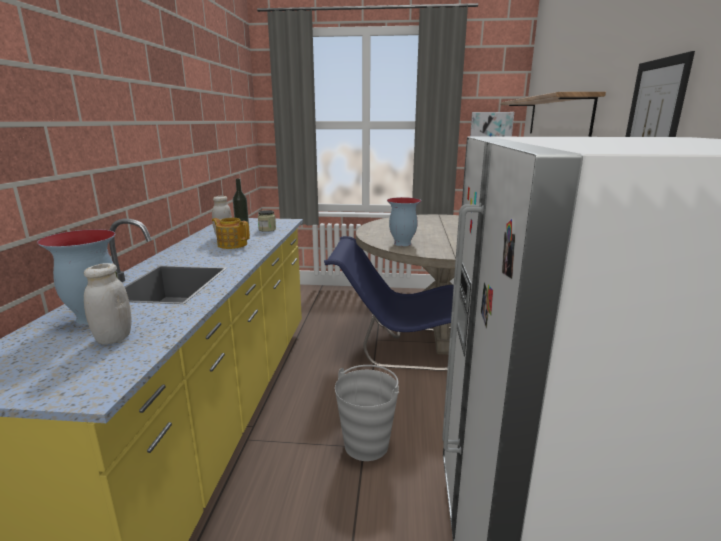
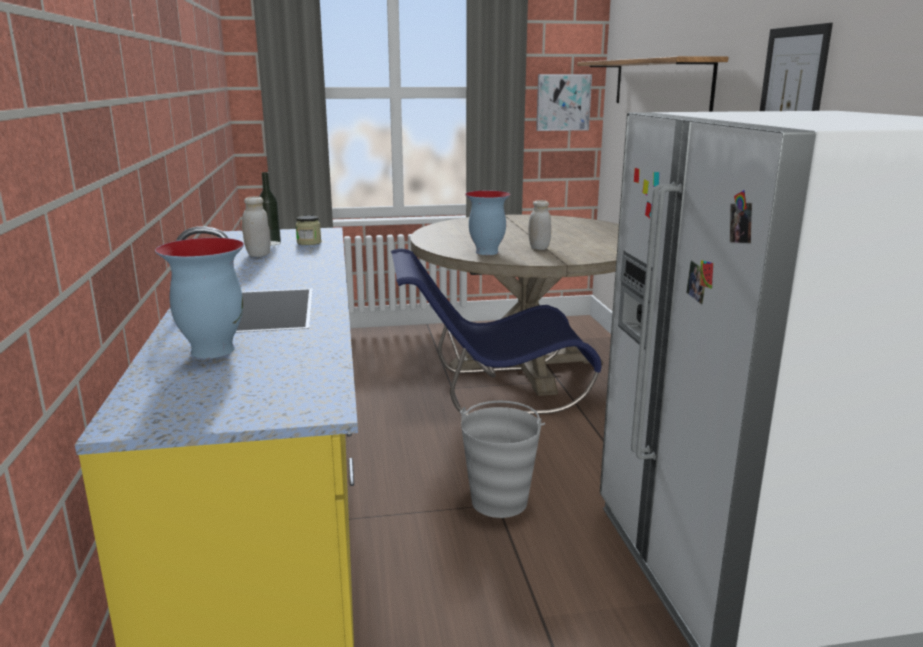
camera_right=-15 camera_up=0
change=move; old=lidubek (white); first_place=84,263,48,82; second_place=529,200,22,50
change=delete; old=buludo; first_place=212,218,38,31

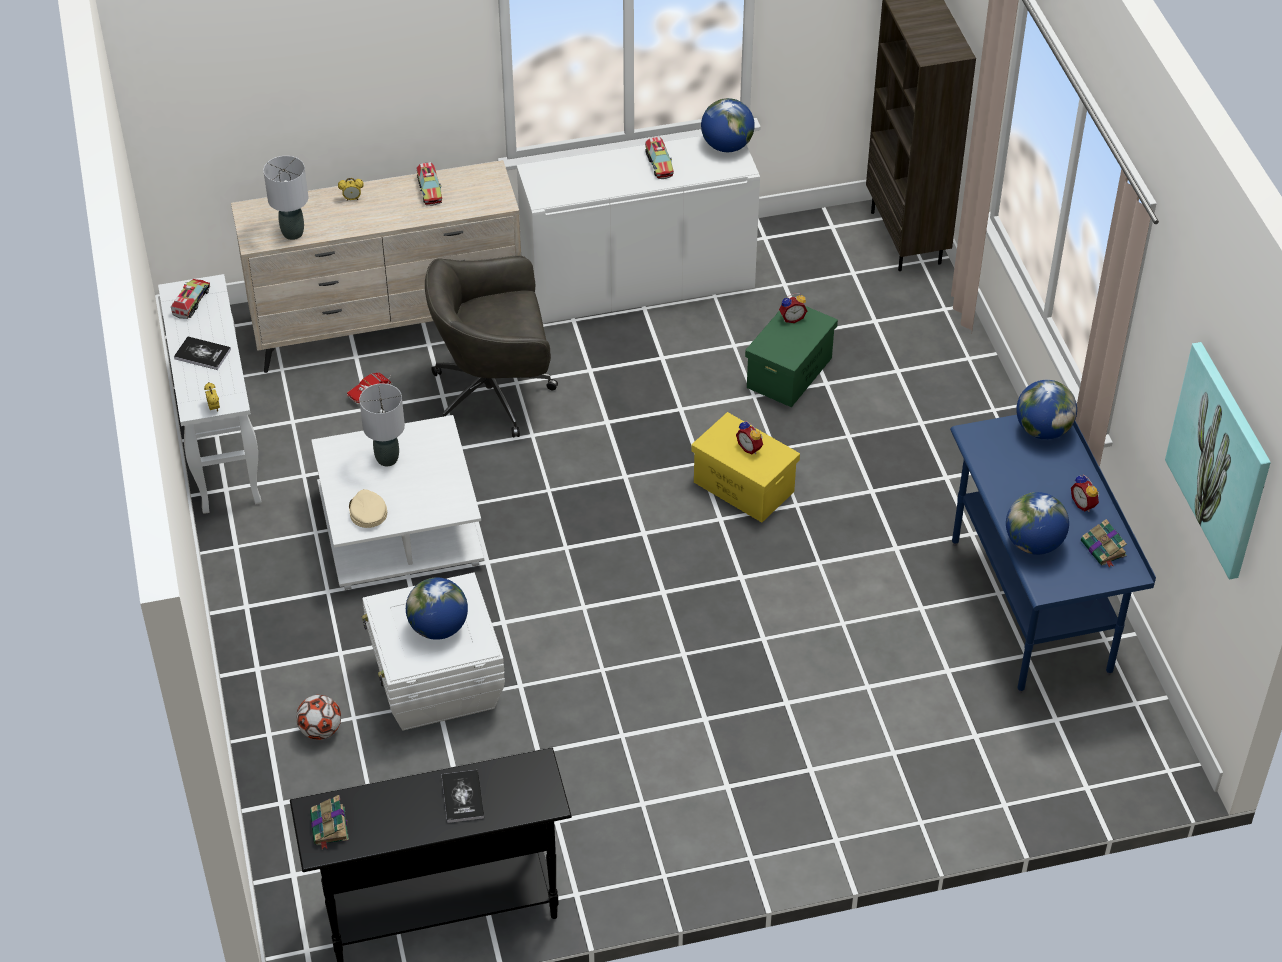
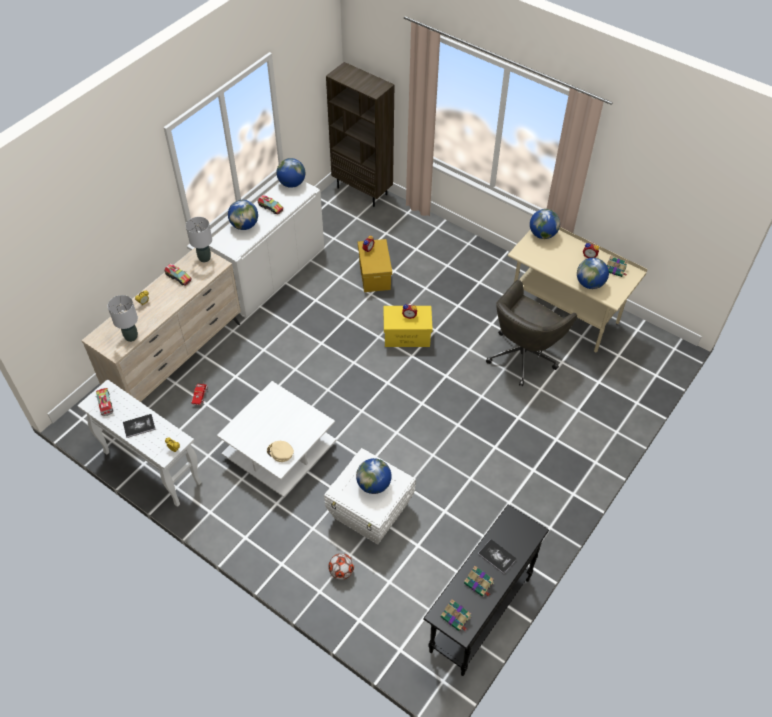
camera_right=-40 camera_up=5
change=move; old=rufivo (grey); first_place=359,383,46,83; second_place=186,217,26,45
change=insert; new=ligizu; second_place=228,200,30,30
change=recolor; old=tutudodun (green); new=tutudodun (yellow); first_place=745,306,93,101; second_place=358,239,34,53
change=insert; new=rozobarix; second_place=464,566,30,31
change=move; old=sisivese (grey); first_place=425,255,133,182; second_place=486,280,91,106
change=recolor; old=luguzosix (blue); new=luguzosix (beige); first_place=950,415,206,278; second_place=508,227,140,127
change=delete; old=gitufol; first_place=1165,342,106,238

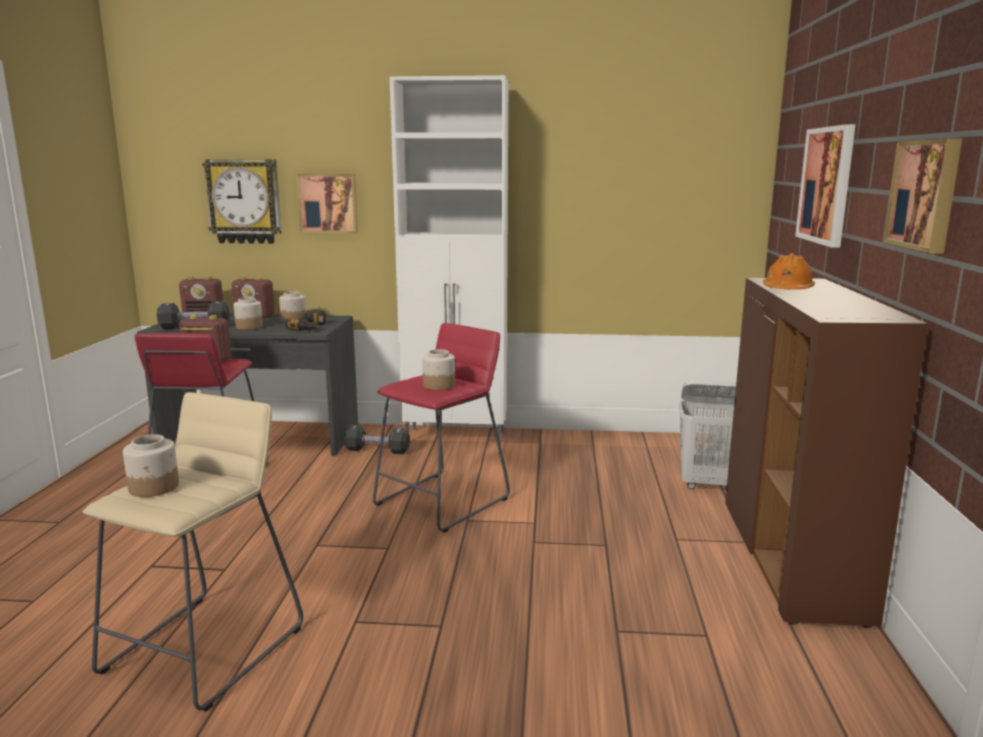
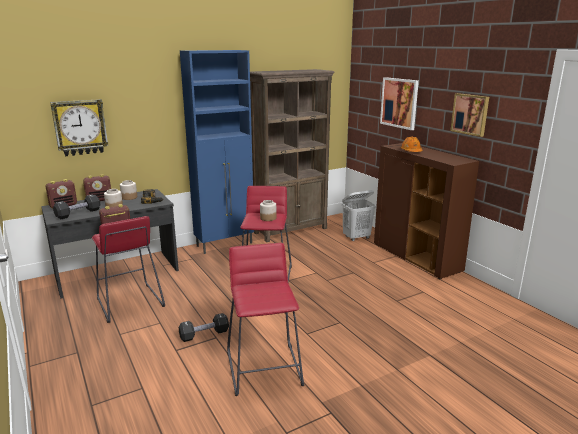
camera_right=-35 camera_up=5
change=move; old=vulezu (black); first_place=344,425,66,29; second_place=179,313,50,29
change=recolor; old=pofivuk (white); new=pofivuk (blue); first_place=389,75,119,370; second_place=180,50,74,204
change=recolor; old=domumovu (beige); new=domumovu (red); first_place=83,392,220,320; second_place=227,243,77,153
change=insert; new=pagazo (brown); second_place=250,69,85,173
change=delete; old=lidubek; first_place=123,434,56,63
change=delete; old=gitufol; first_place=296,174,62,60

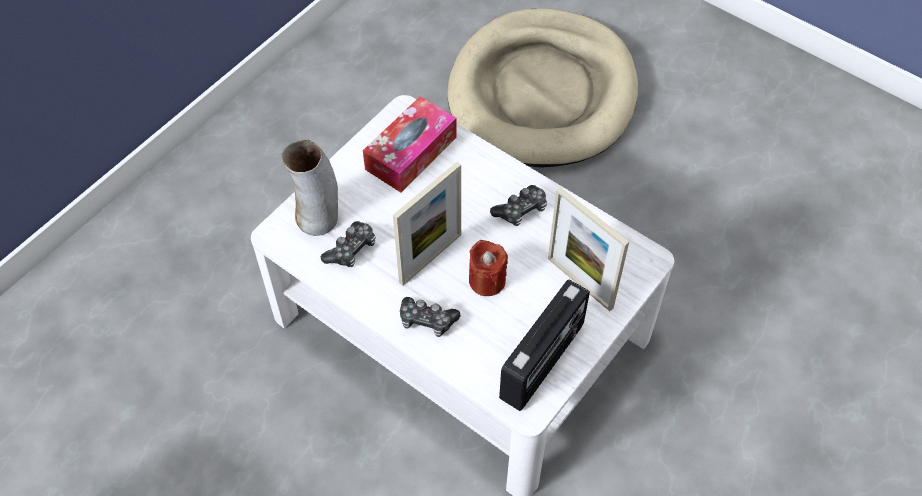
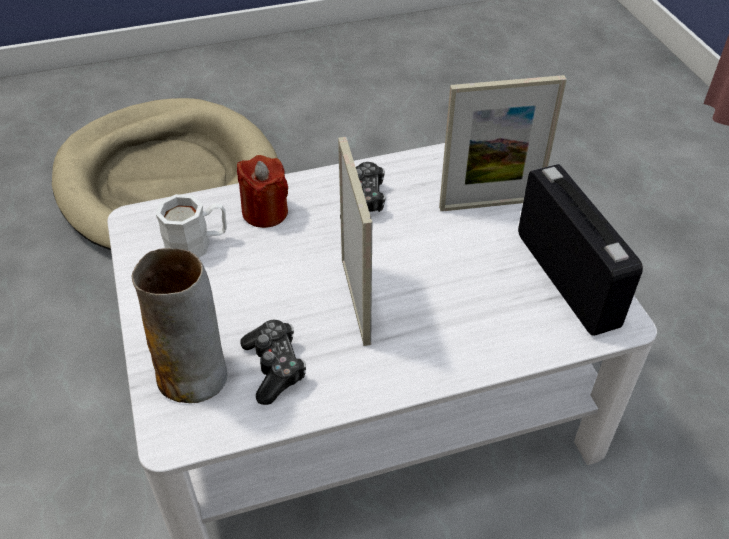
camera_right=-55 camera_up=-10
change=replace; old=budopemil; new=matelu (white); first_place=363,96,94,96; second_place=156,194,71,64
change=move; old=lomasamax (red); first_place=469,240,39,56; second_place=237,155,51,73
change=delete; old=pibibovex; first_place=400,297,60,40

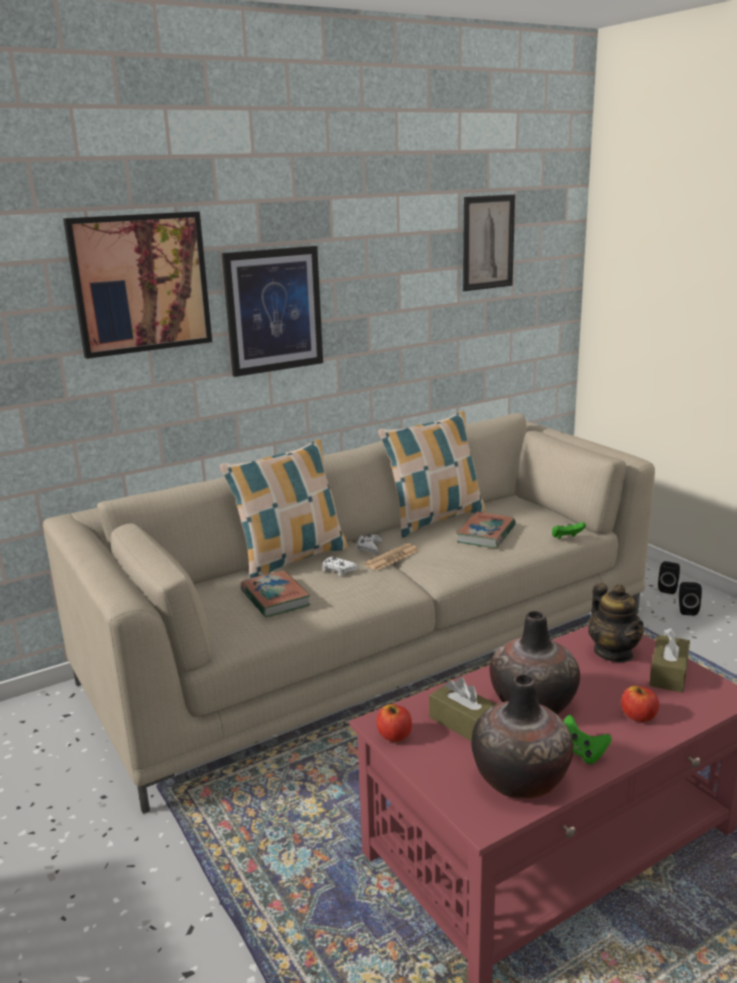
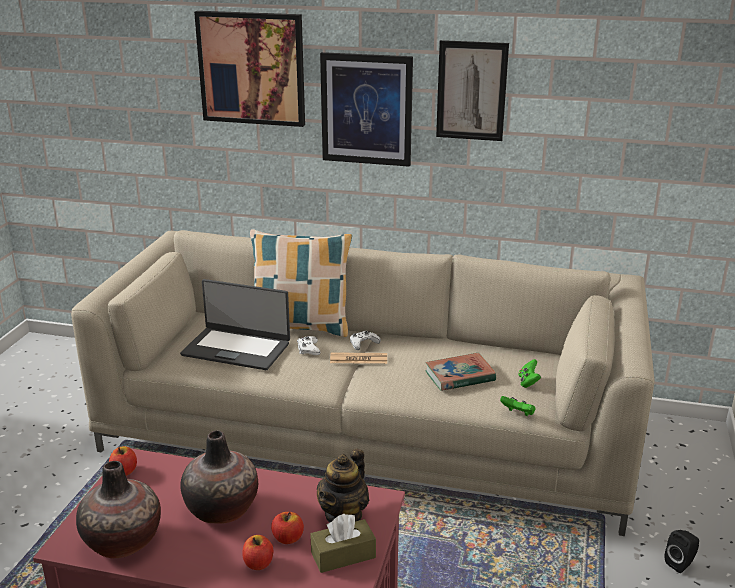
camera_right=45 camera_up=5
change=replace; old=rozobarix; new=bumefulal; first_place=240,570,71,47; second_place=180,279,110,91
change=insert; new=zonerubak; second_place=271,512,33,32
change=move; old=gitufol; first_place=463,195,52,96; second_place=436,40,73,101
change=move; old=pibibovex (green); first_place=564,715,48,49; second_place=519,359,22,29
change=delete; old=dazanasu; first_place=378,411,107,127
change=delete; old=budopemil (brown); first_place=429,677,67,64
change=delete; old=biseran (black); first_place=658,561,22,33

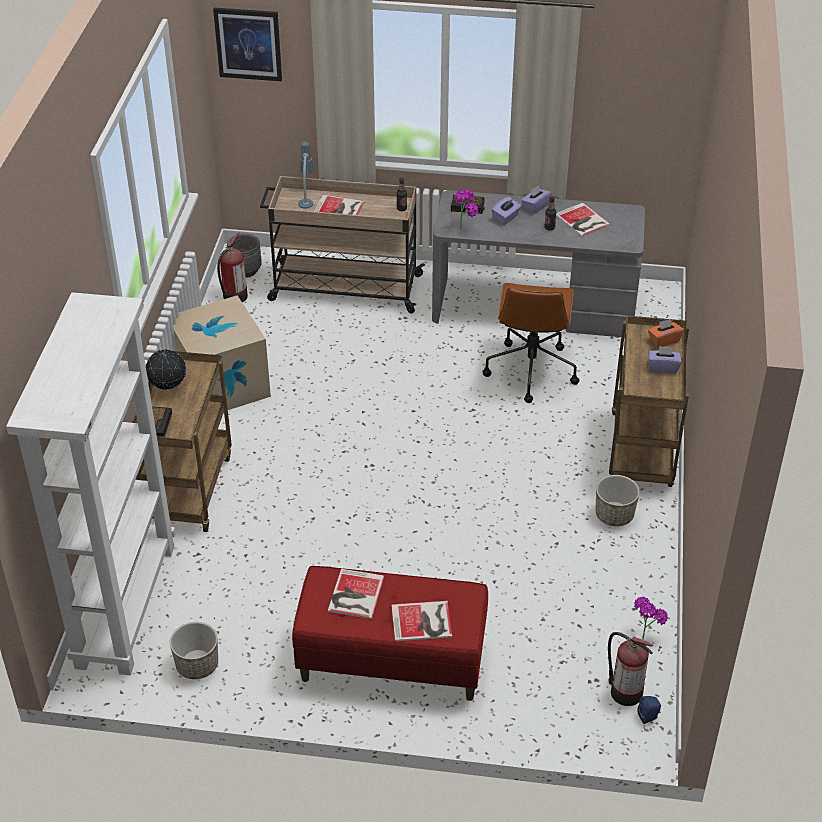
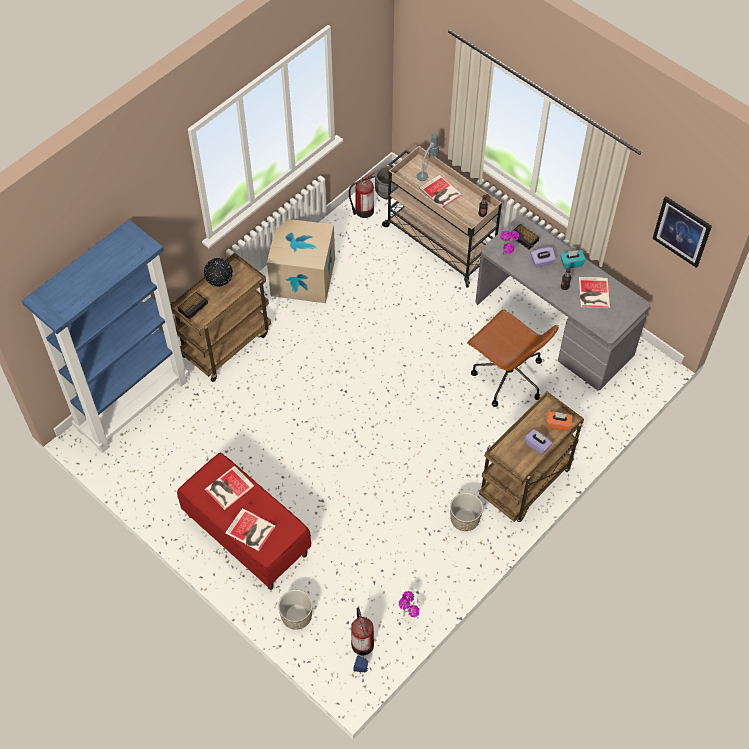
camera_right=35 camera_up=15
change=recolor; old=pagazo (white); new=pagazo (blue); first_place=6,292,169,383; second_place=22,220,167,233
change=move; old=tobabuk; first_place=170,622,48,57; second_place=278,590,35,40
change=rotate; old=sisivese (brown); first_place=483,283,96,120; second_place=467,309,92,98; degrees=-90
change=recolor; old=budopemil (purple); new=budopemil (turquoise); first_place=521,186,31,28; second_place=560,250,26,19
change=move; old=gitufol; first_place=213,8,69,73; second_place=652,196,60,72

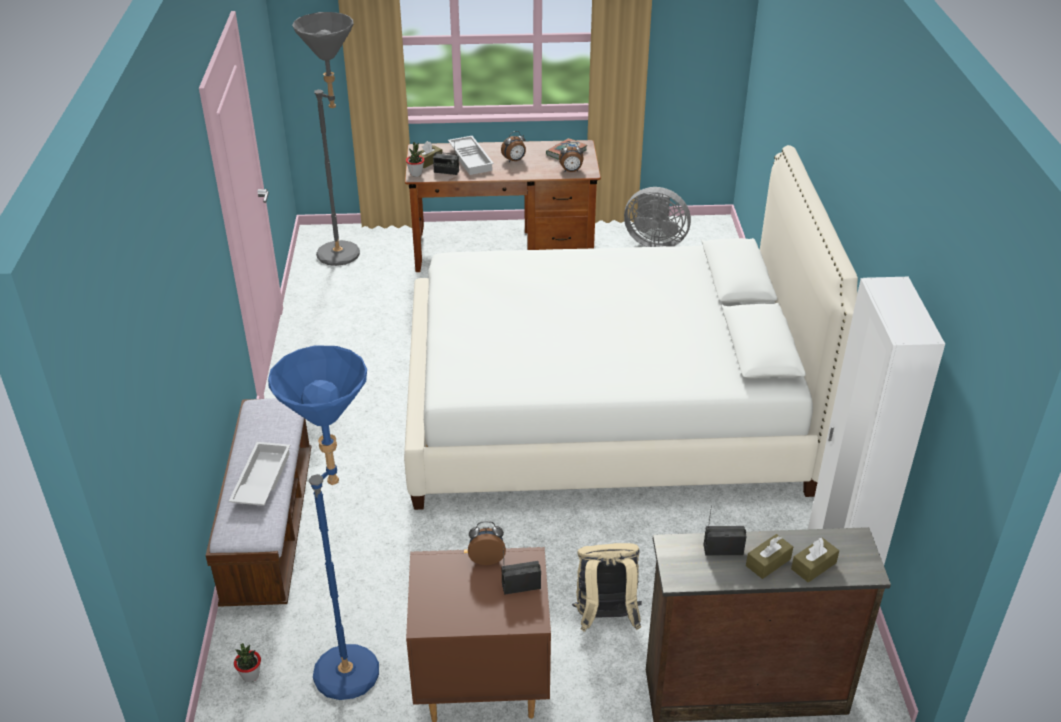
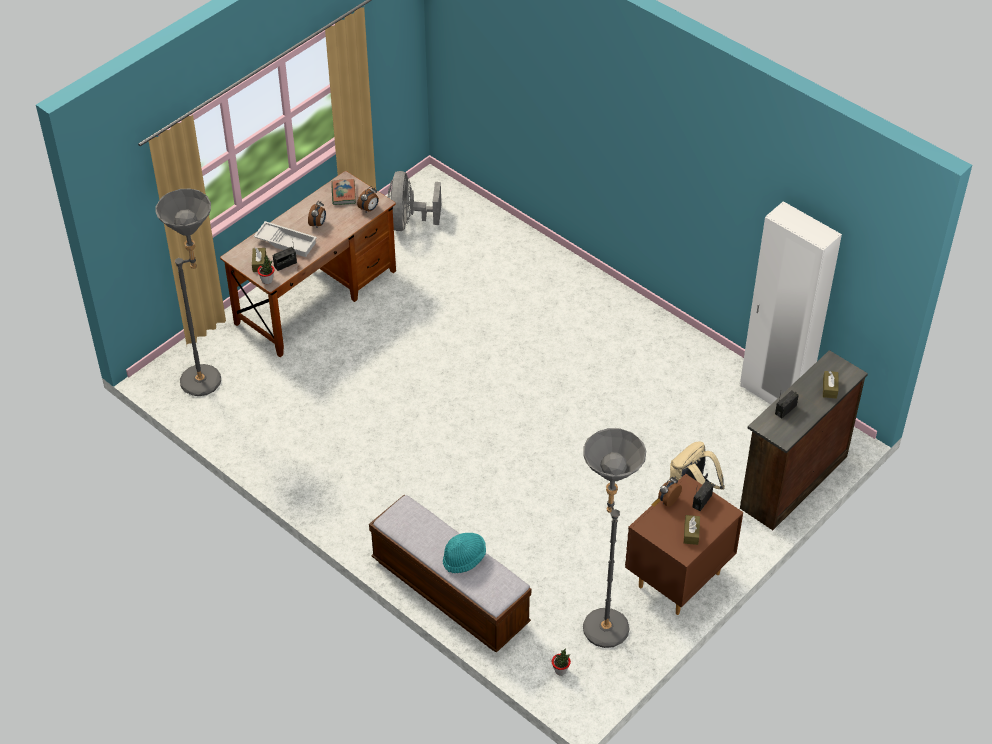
camera_right=-45 camera_up=10
change=rotate; old=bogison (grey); first_place=624,187,67,60; second_place=387,171,54,60; degrees=120
change=replace; old=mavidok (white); new=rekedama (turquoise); first_place=229,442,62,64; second_place=443,533,43,40
change=recolor; old=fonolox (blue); new=fonolox (grey); first_place=268,345,111,355; second_place=583,428,63,220
change=move; old=budopemil (brown); first_place=746,534,47,45; second_place=684,515,16,30
change=delete; old=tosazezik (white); first_place=404,145,454,365

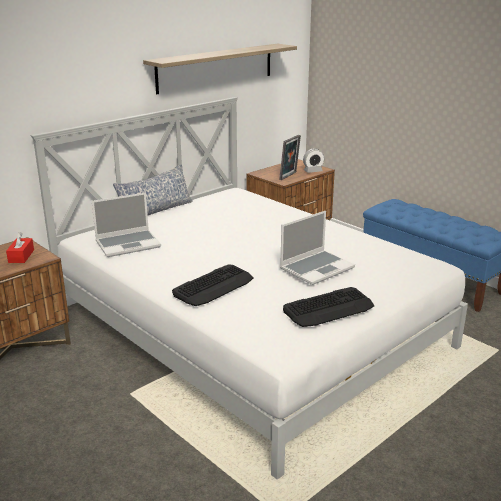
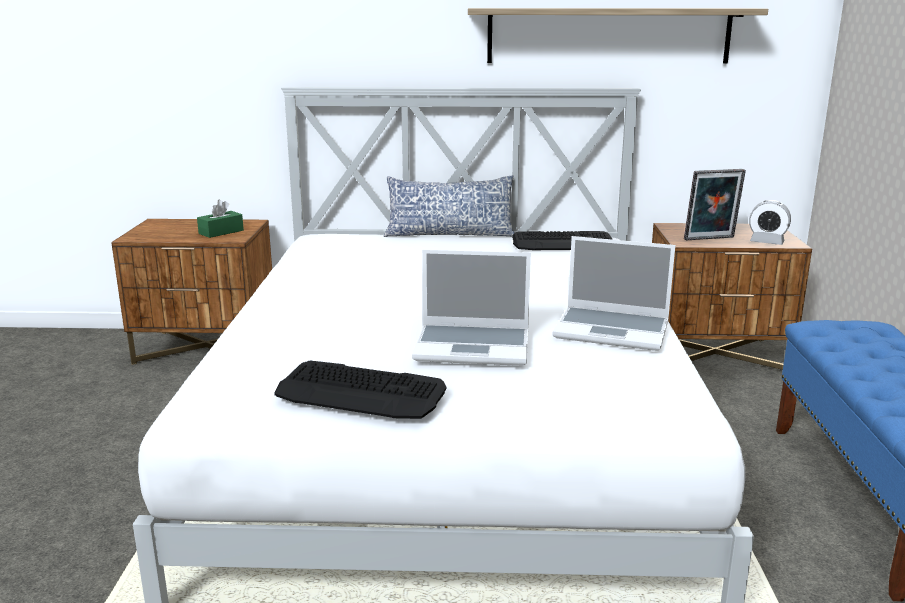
camera_right=45 camera_up=-5
change=recolor; old=budopemil (red); new=budopemil (green); first_place=6,232,28,31; second_place=197,200,47,38
change=move; old=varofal; first_place=172,264,82,42; second_place=512,231,101,19
change=move; old=bumefulal; first_place=92,193,69,64; second_place=553,236,122,115

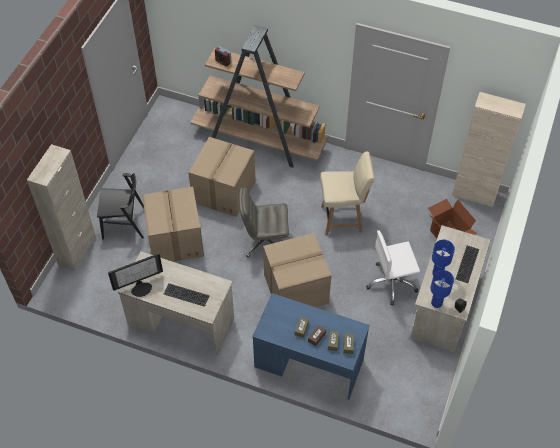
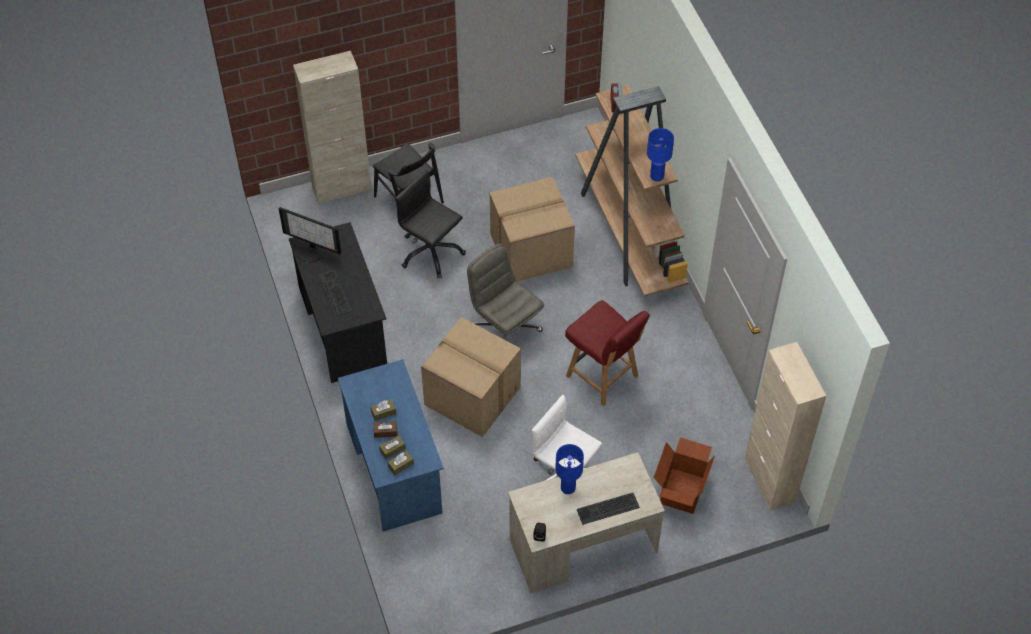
camera_right=50 camera_up=0
change=recolor; old=luguzosix (beige); new=luguzosix (black); first_place=118,251,116,104; second_place=289,222,98,161
change=replace; old=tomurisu; new=sisivese (black); first_place=142,187,62,75; second_place=395,170,71,108
change=recolor; old=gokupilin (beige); new=gokupilin (red); first_place=320,152,54,83; second_place=565,300,85,107
change=move; old=rufivo (blue); first_place=430,270,24,38; second_place=647,128,27,53

